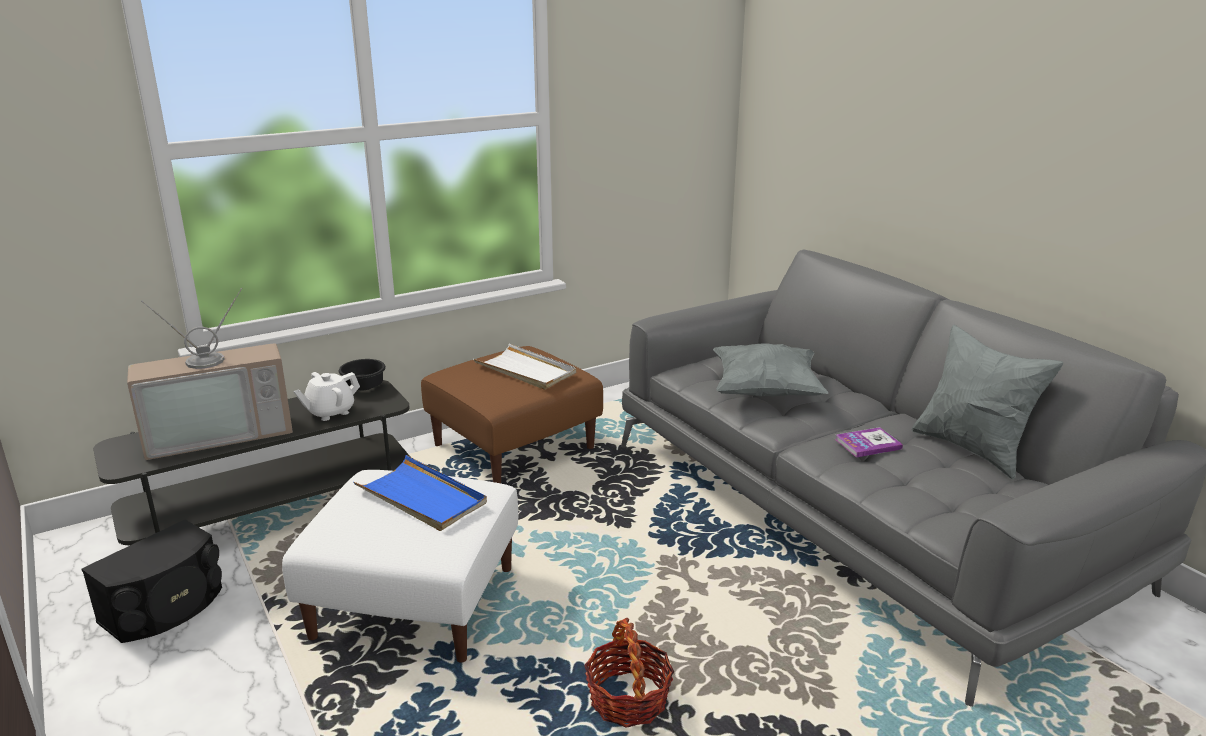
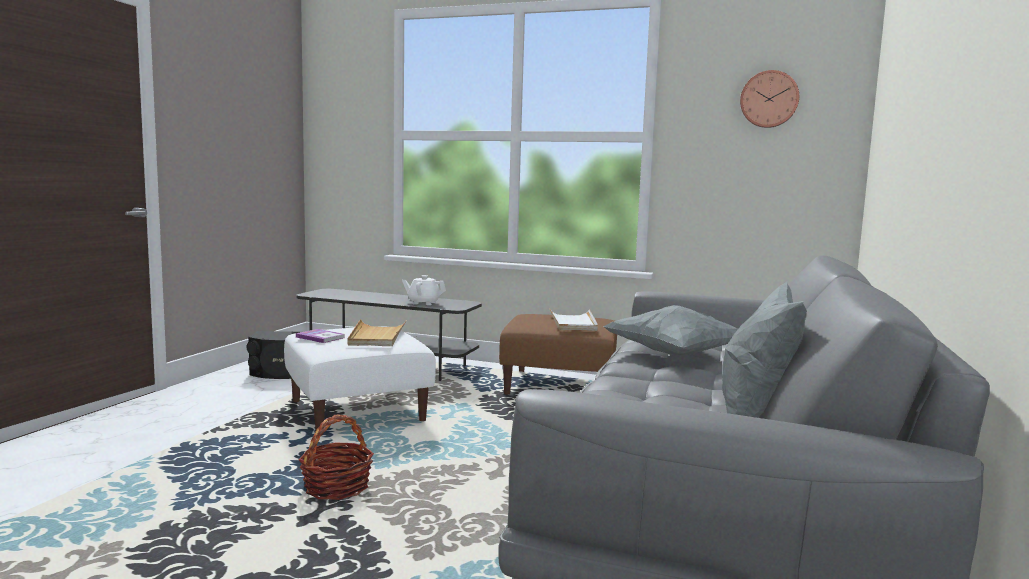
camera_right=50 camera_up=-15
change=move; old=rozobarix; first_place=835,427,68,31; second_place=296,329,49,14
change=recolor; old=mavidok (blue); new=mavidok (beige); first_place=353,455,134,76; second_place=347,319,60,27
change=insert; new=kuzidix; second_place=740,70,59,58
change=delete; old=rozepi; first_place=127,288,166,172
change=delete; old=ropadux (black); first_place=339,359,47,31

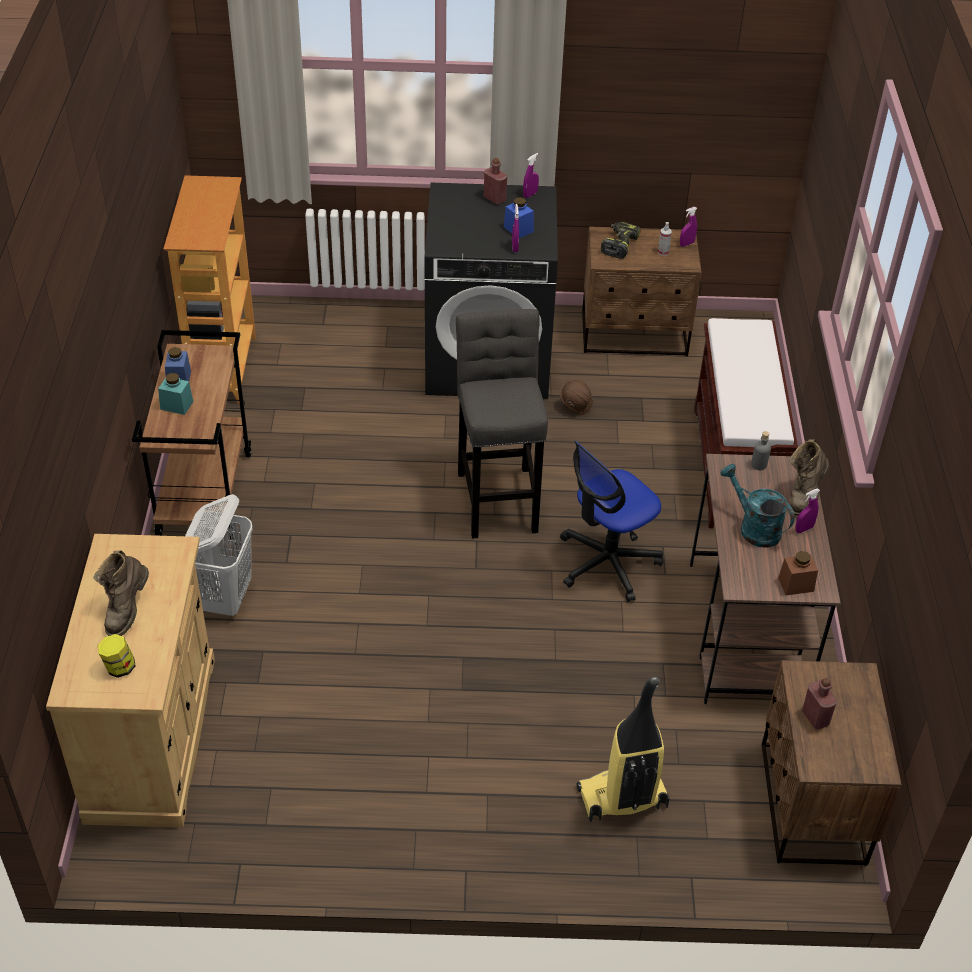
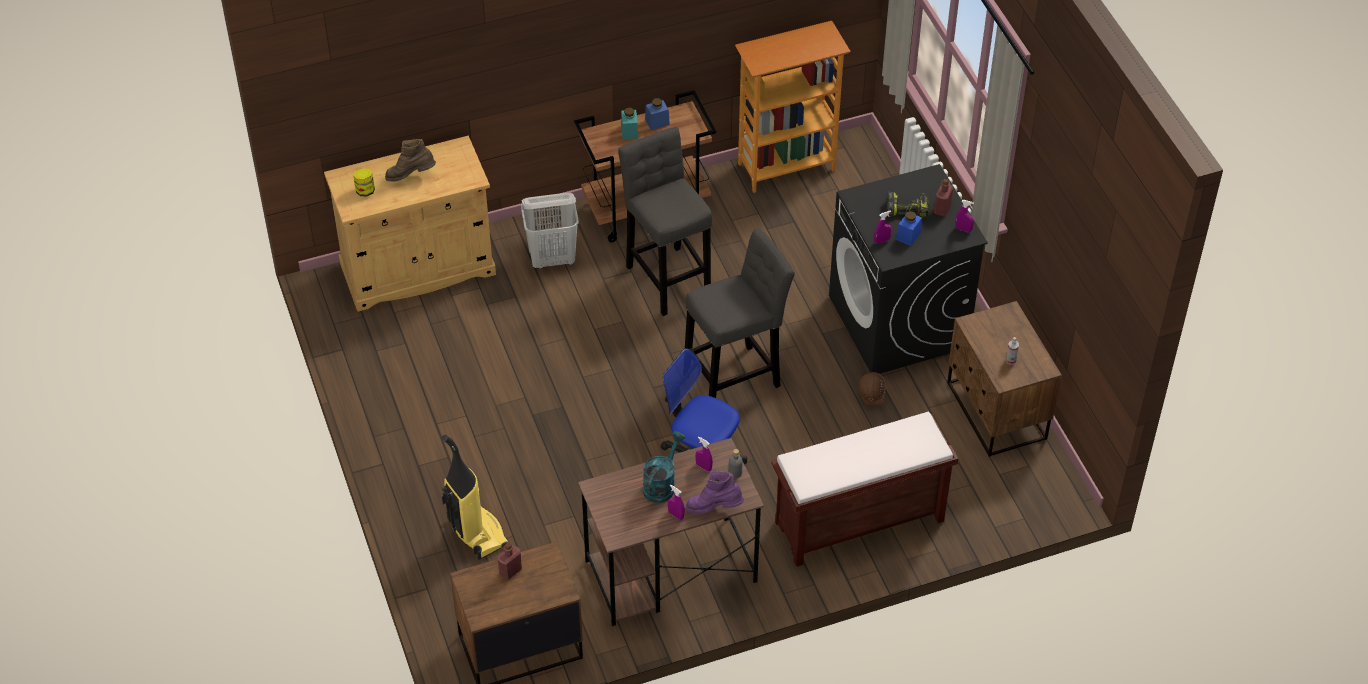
camera_right=70 camera_up=5
change=insert; new=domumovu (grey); second_place=618,127,94,189
change=recolor; old=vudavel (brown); new=vudavel (purple); first_place=789,439,40,77; second_place=686,471,58,43
change=move; old=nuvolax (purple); first_place=680,207,17,40; second_place=696,437,17,34
change=move; old=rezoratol; first_place=601,222,40,37; second_place=887,192,42,26
change=delete; old=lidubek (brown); first_place=778,551,40,44

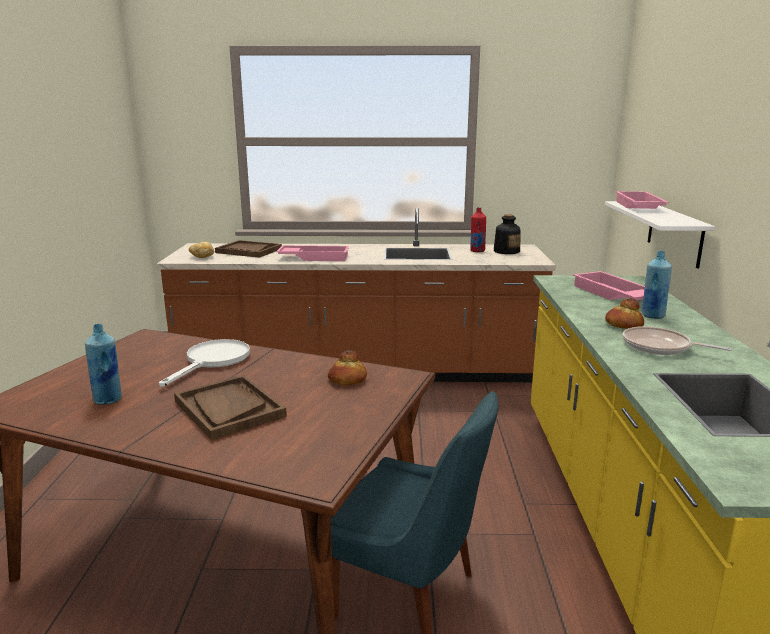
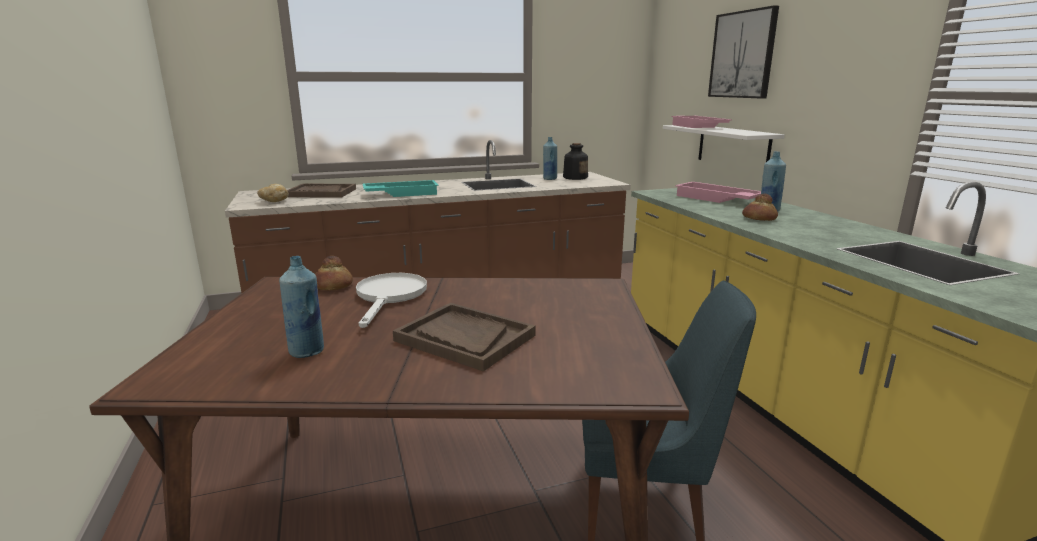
camera_right=-20 camera_up=0
change=move; old=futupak; first_place=328,350,39,35; second_place=315,256,38,35
change=recolor; old=mavidok (pink); new=mavidok (turquoise); first_place=276,245,73,16; second_place=363,180,75,17
change=recolor; old=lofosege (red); new=lofosege (blue); first_place=470,207,16,45; second_place=543,137,14,43
change=insert; new=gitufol; second_place=708,5,71,94
change=delete; old=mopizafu; first_place=623,326,109,29

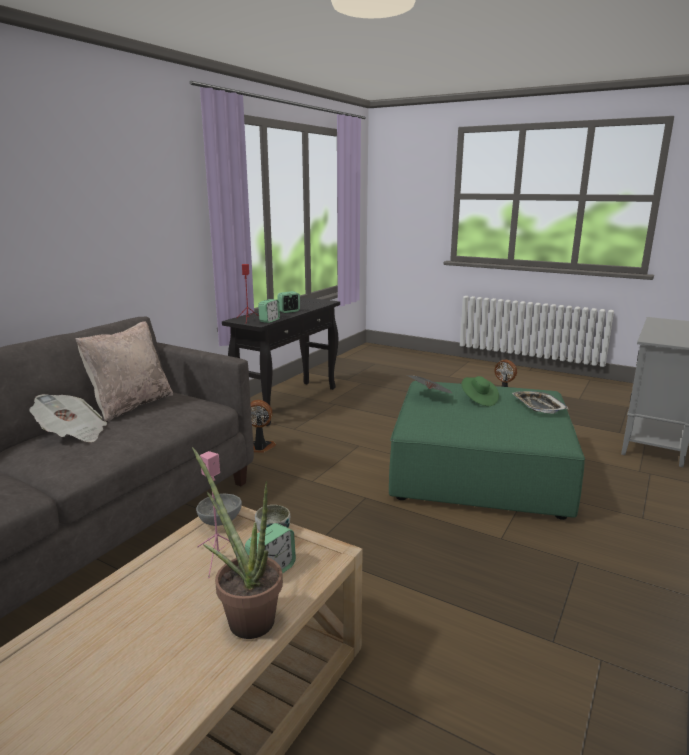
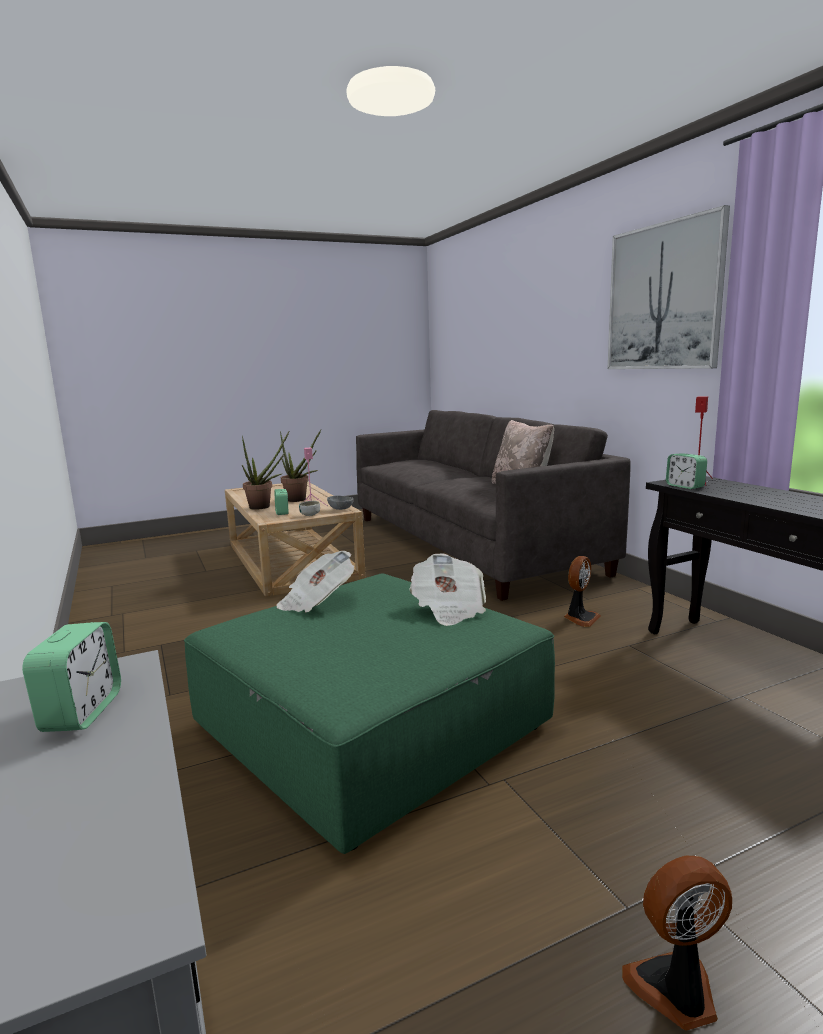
camera_right=125 camera_up=-5
change=move; old=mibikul; first_place=277,291,23,22; second_place=22,622,99,110
change=move; old=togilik; first_place=30,394,77,48; second_place=276,551,78,61
change=insert; new=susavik; second_place=280,430,41,72
change=insert; new=gitufol; second_place=608,205,122,164
change=delete; old=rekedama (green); first_place=461,376,38,30
change=delete; old=mavidok; first_place=512,391,56,23

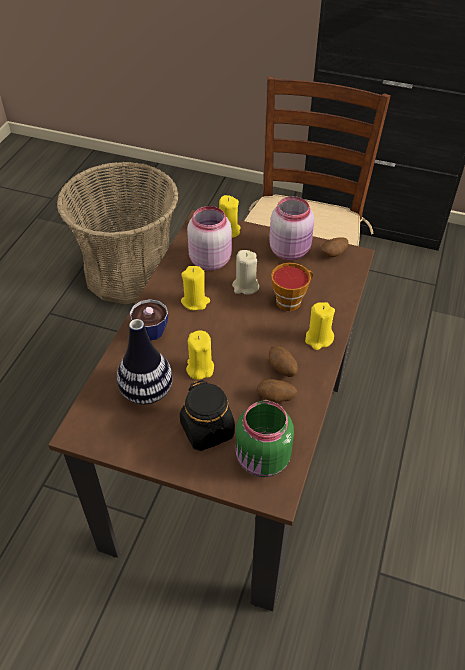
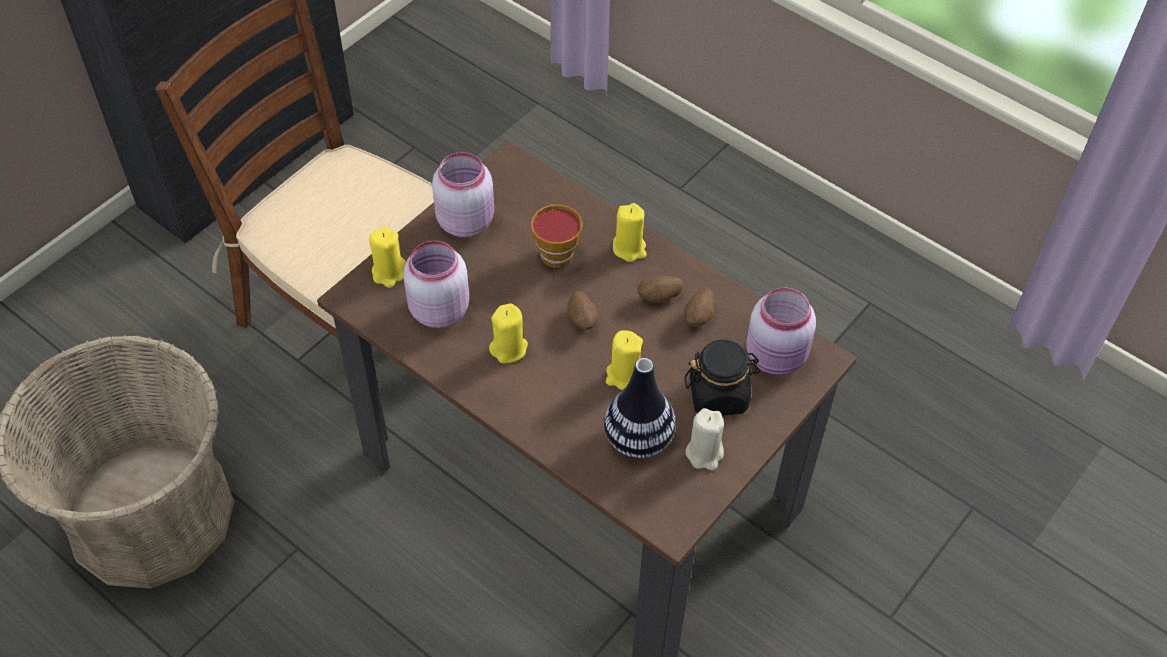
camera_right=-70 camera_up=5
change=move; old=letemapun; first_place=321,237,28,20; second_place=567,291,31,39
change=move; old=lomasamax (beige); first_place=232,250,27,45; second_place=685,408,39,62
change=recolor; old=lidubek (green); new=lidubek (pink); first_place=236,401,58,77; second_place=746,287,70,89
change=delete; old=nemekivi; first_place=130,299,38,42

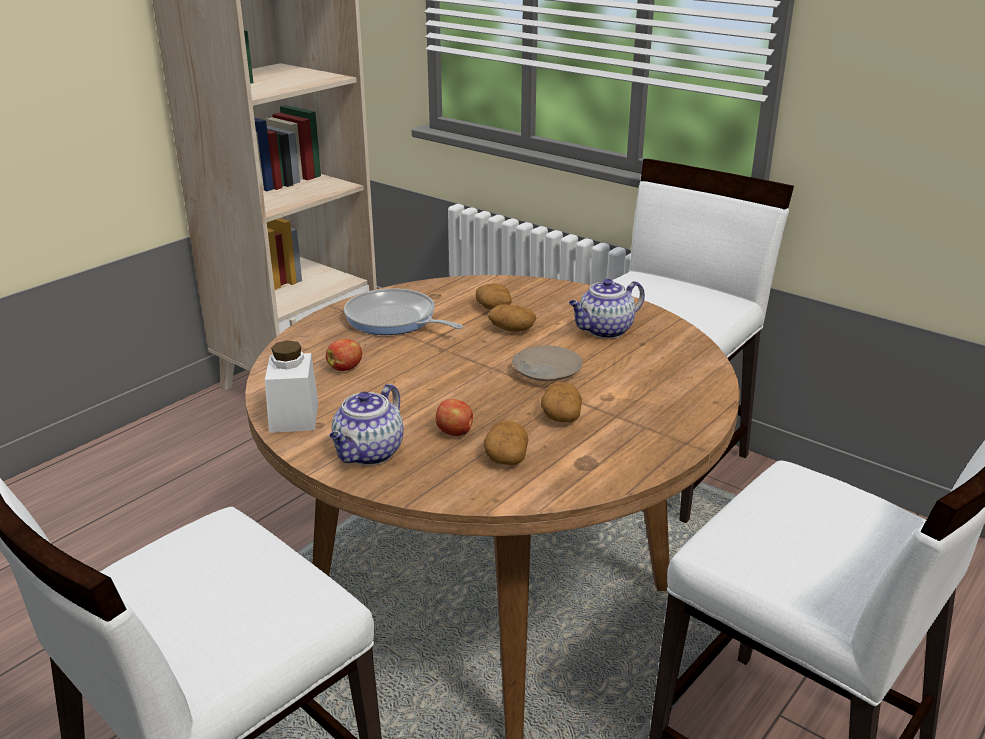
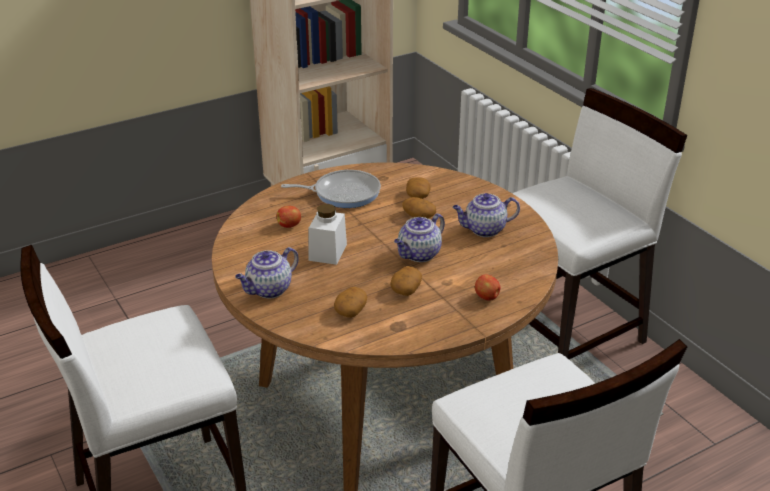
camera_right=20 camera_up=5
change=rotate; old=mopizafu; first_place=344,288,119,47; second_place=281,170,100,38; degrees=120
change=move; old=lidubek (white); first_place=265,340,53,93; second_place=309,204,38,61
change=replace; old=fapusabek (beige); new=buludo; first_place=512,345,71,36; second_place=394,214,51,48
change=move; old=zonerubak; first_place=435,399,38,37; second_place=475,275,25,26

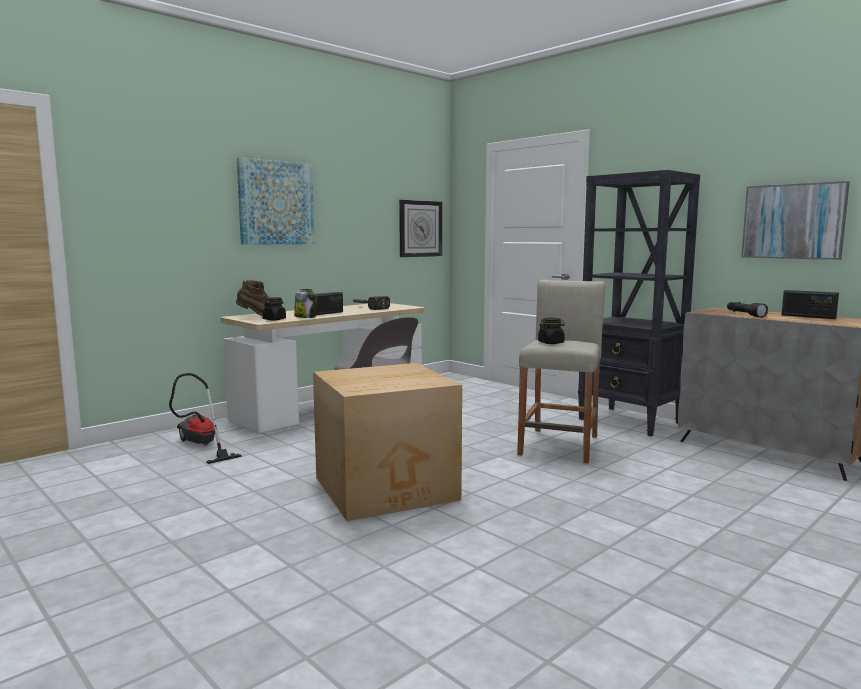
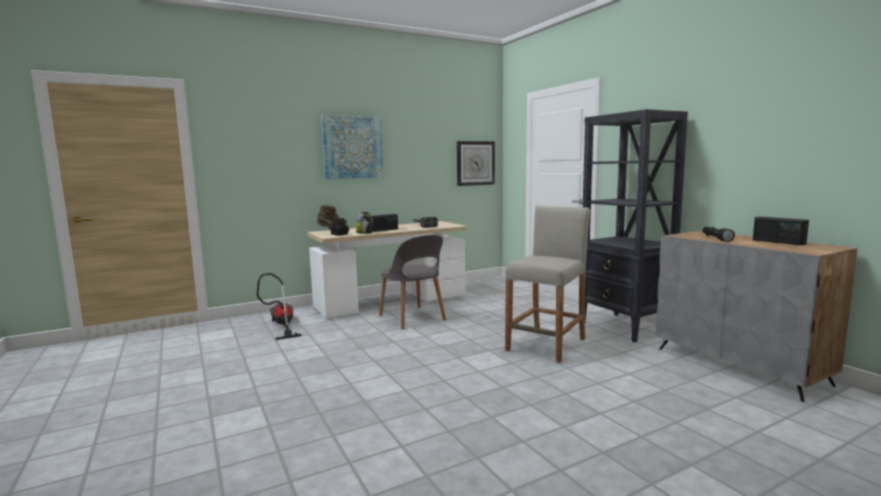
camera_right=15 camera_up=0
change=delete; old=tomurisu; first_place=313,363,149,158
change=delete; old=lidubek (black); first_place=538,317,27,27
change=delete; old=gitufol; first_place=741,181,109,79

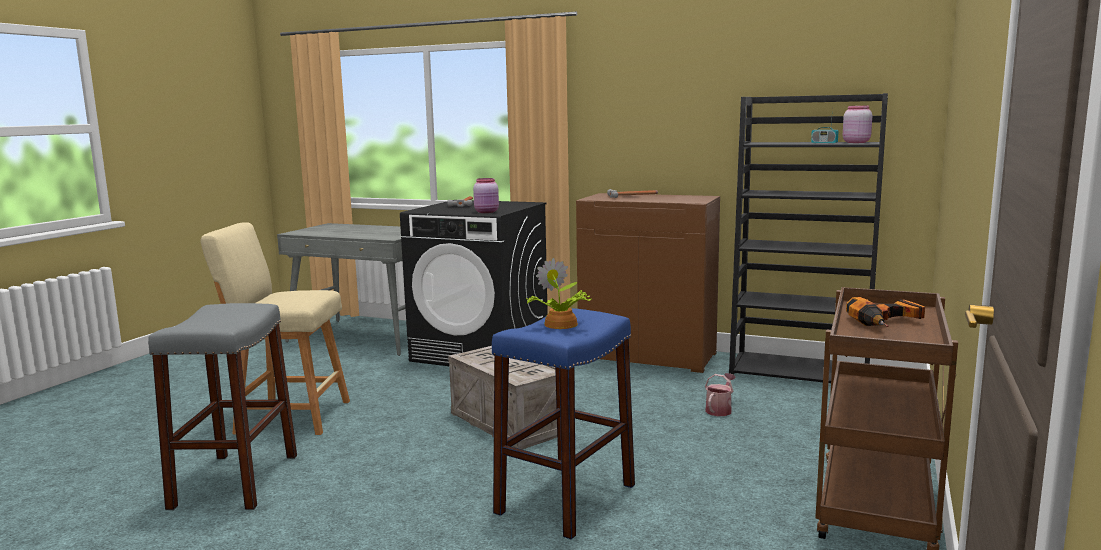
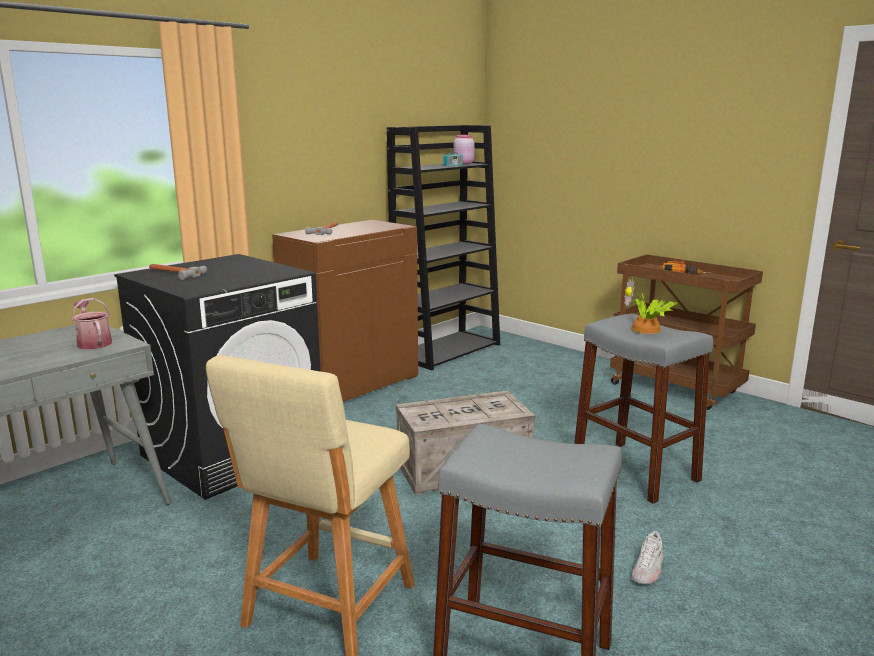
camera_right=-70 camera_up=5
change=move; old=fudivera; first_place=705,373,31,43; second_place=71,298,41,51
change=recolor; old=domumovu (blue); new=domumovu (grey); first_place=492,308,143,231; second_place=574,313,139,191
change=insert; new=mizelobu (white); second_place=632,531,32,53
change=delete; old=lidubek (pink); first_place=473,178,26,35

